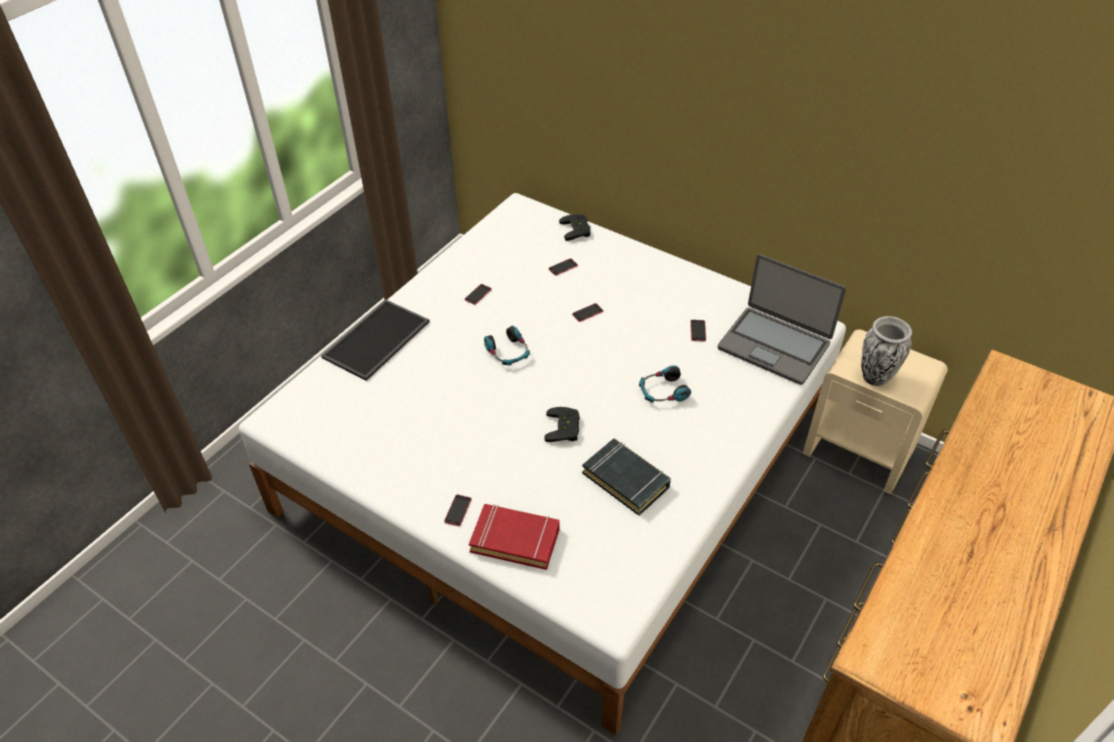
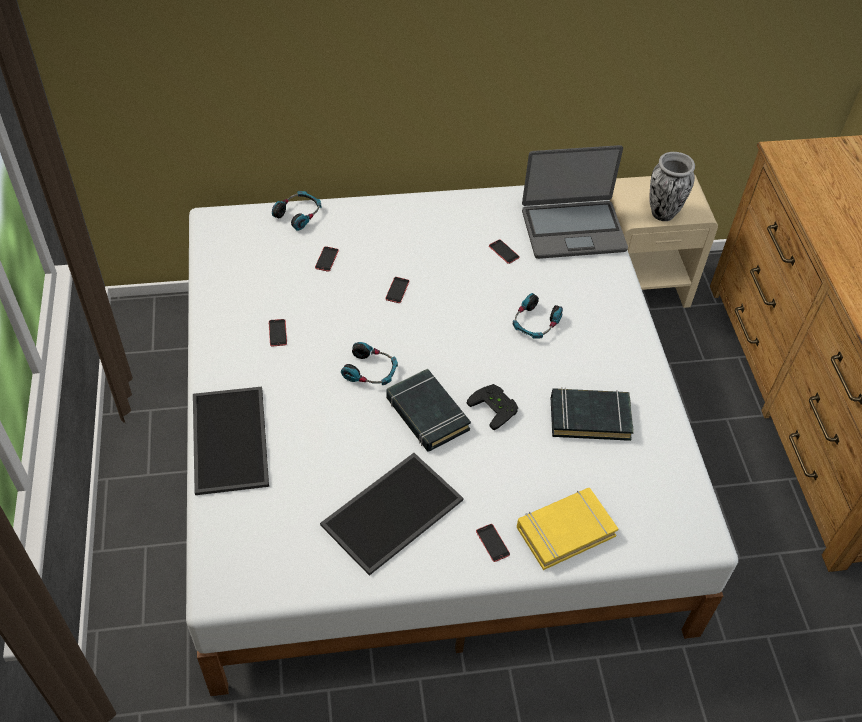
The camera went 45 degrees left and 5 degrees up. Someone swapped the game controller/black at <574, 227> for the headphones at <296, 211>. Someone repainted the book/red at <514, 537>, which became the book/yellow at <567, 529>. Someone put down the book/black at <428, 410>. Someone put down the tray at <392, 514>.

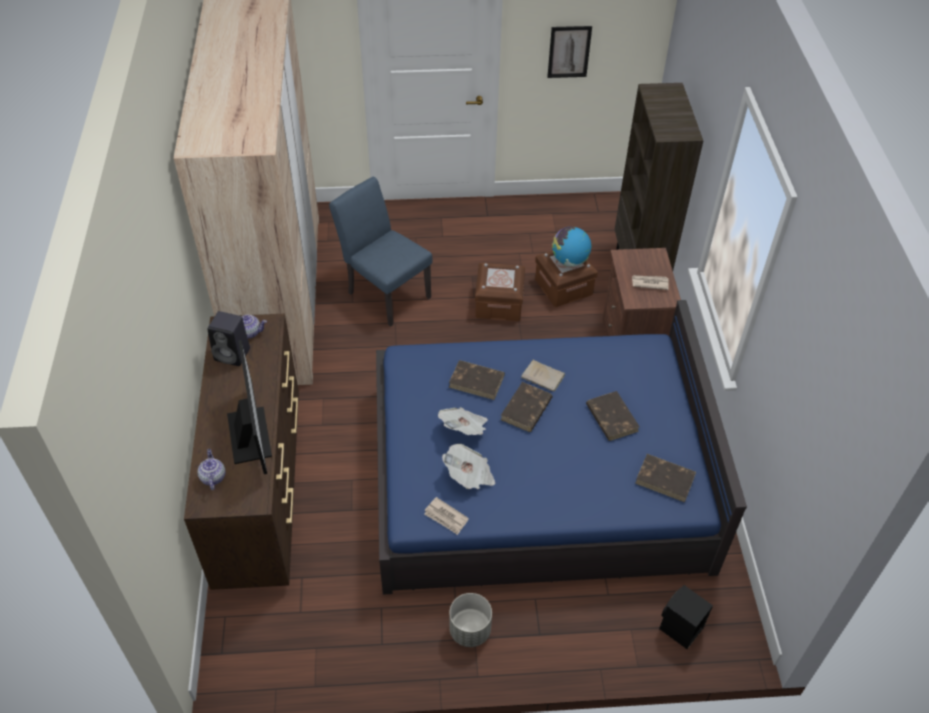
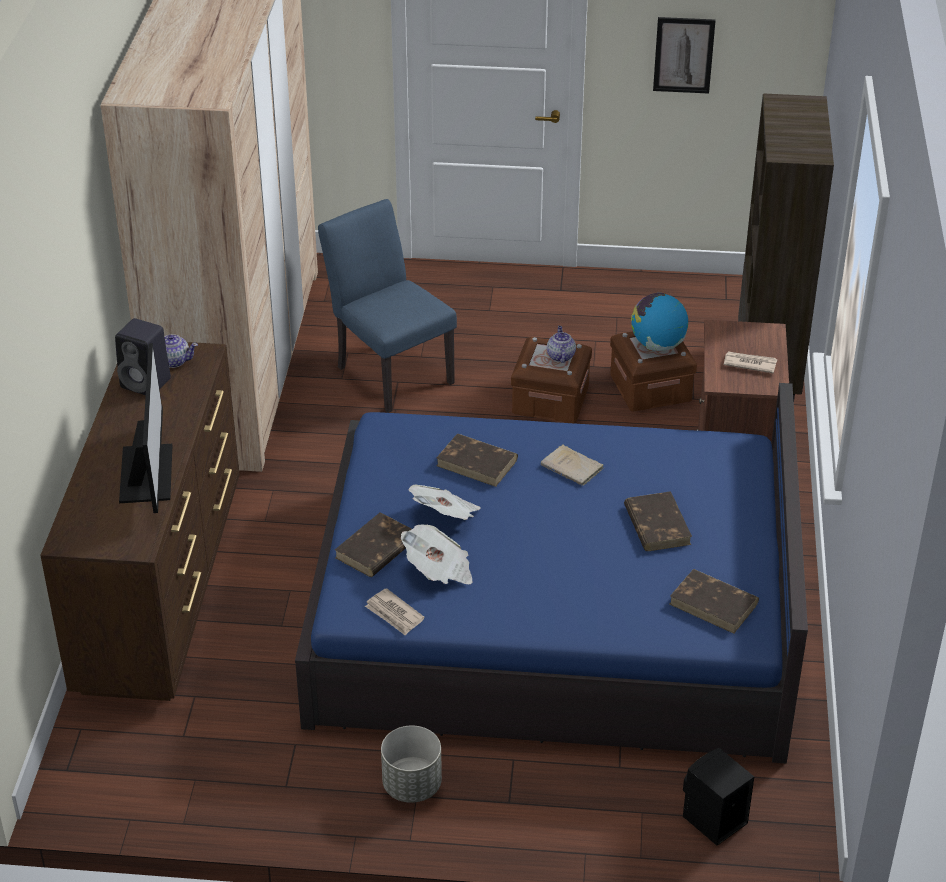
The camera went 10 degrees right and 10 degrees down. Someone carried the book/brown from <527, 407> to <373, 544>. Someone carried the teapot from <211, 469> to <561, 344>.

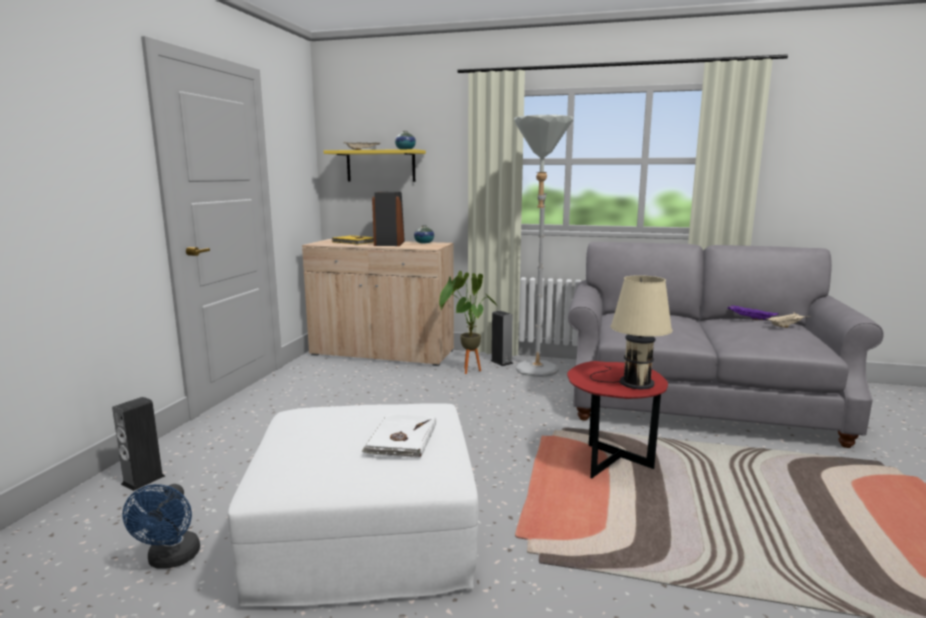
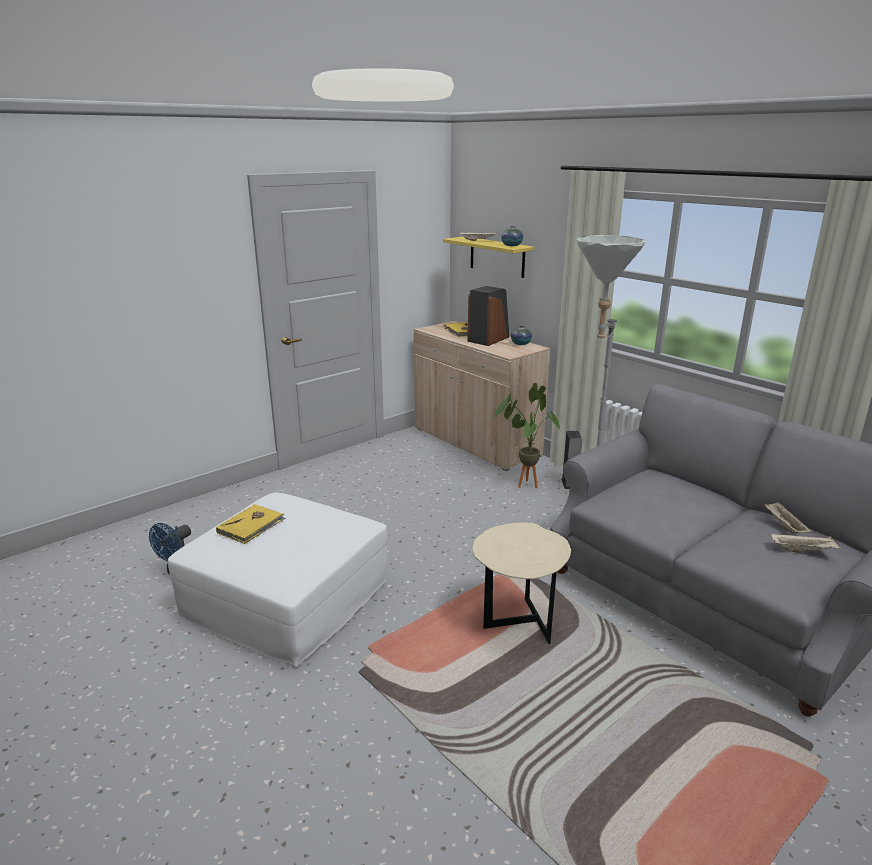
The camera went 35 degrees right and 10 degrees up. Someone took away the table lamp/beige at <631, 332>. Someone repainted the tray/purple at <753, 312>, which became the tray/beige at <788, 518>. Someone repainted the side table/red at <617, 419>, which became the side table/beige at <521, 583>. Someone took away the speaker at <138, 444>. Someone took away the book/white at <398, 436>. Someone put down the book/yellow at <251, 524>.

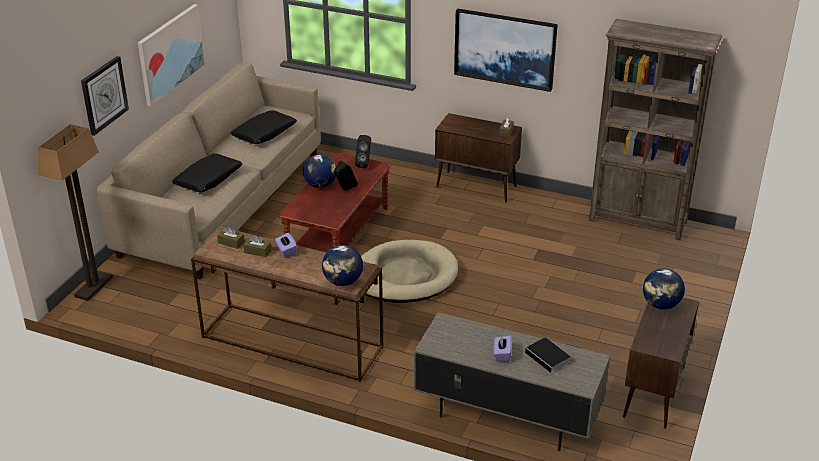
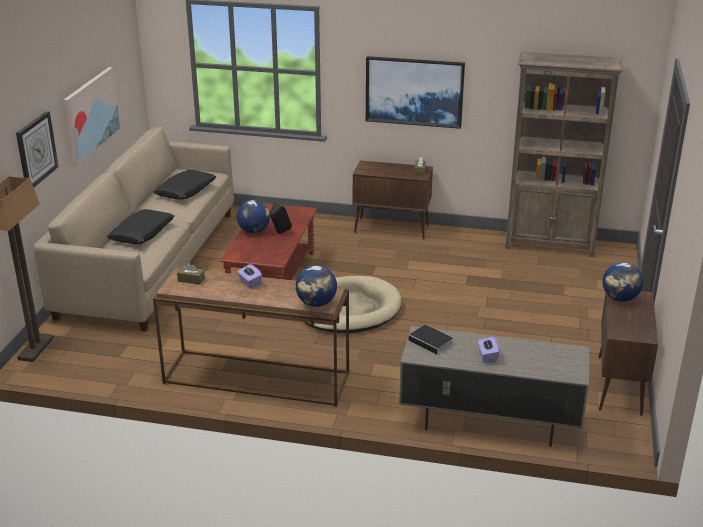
The camera went 10 degrees left and 5 degrees down. Someone took away the speaker/black at <363, 151>. Someone took away the tissue box/brown at <257, 246>. Someone carried the book from <548, 356> to <430, 340>.

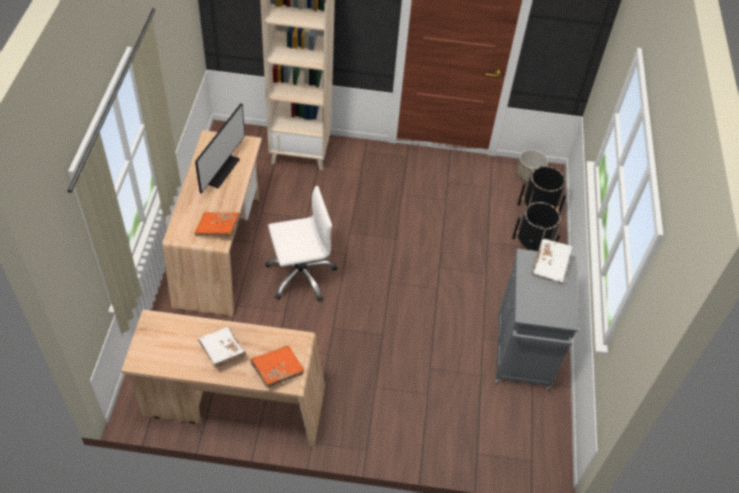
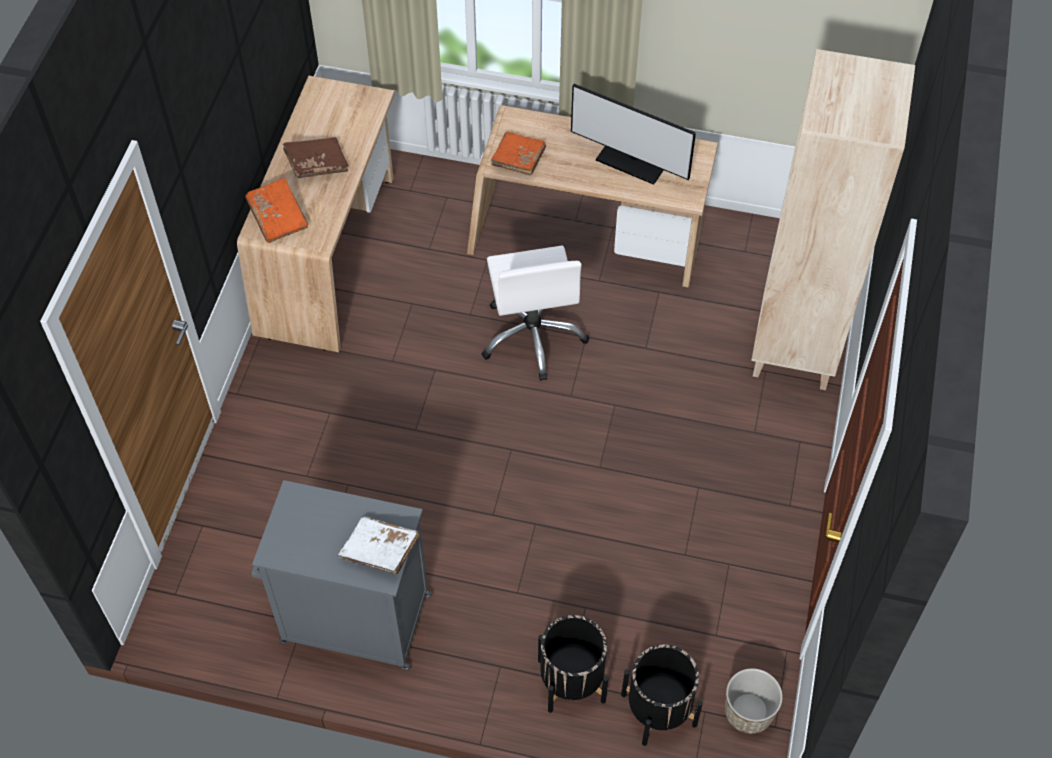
The camera went 100 degrees right and 5 degrees up. Someone repainted the book/white at <222, 347>, which became the book/brown at <315, 157>.

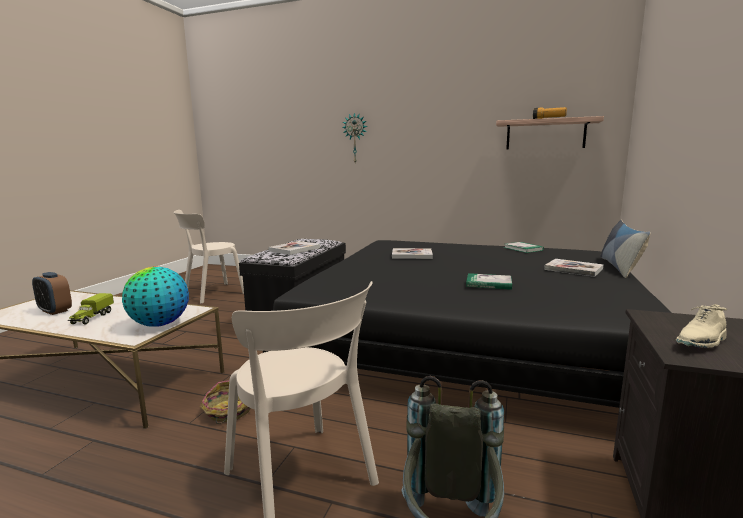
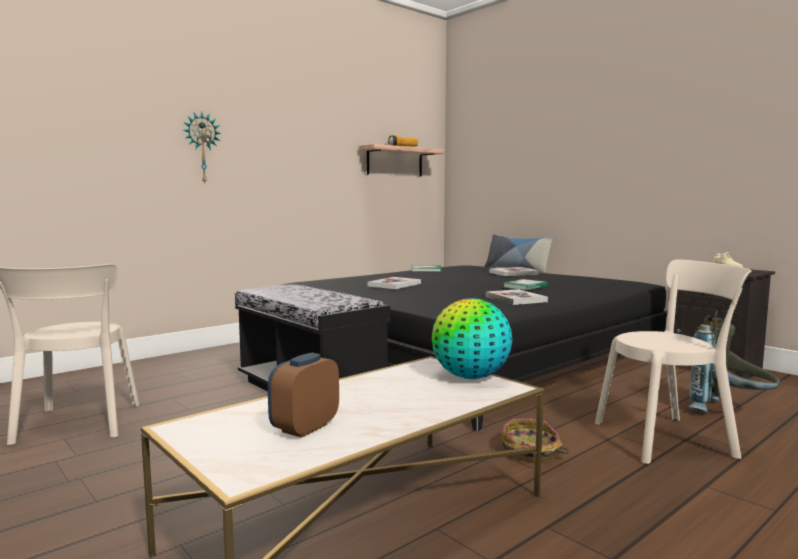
The camera went 60 degrees left and 5 degrees down. Someone carried the book from <294, 248> to <517, 297>. Someone rotated the alarm clock at <52, 293> by 150 degrees clockwise. Someone took away the toy truck at <91, 308>.

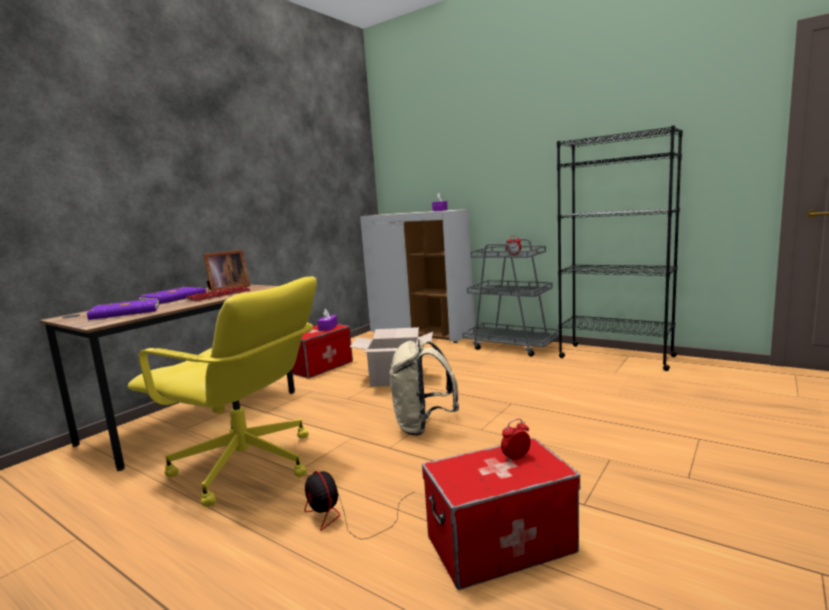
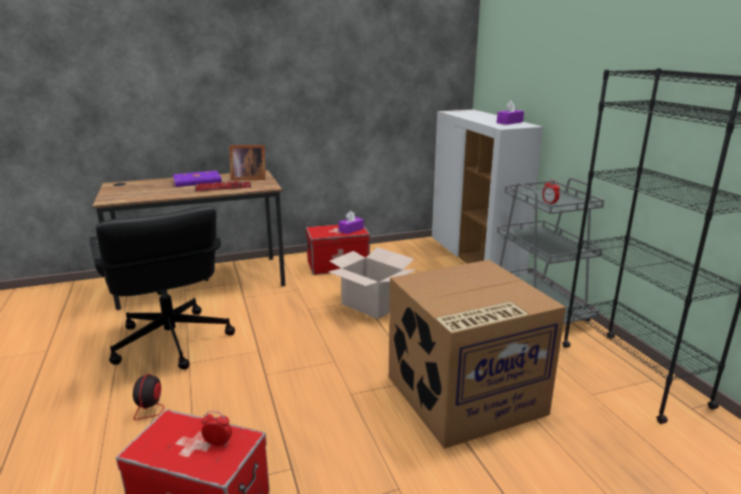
The camera went 35 degrees right and 10 degrees up. Someone repainted the office chair/yellow at <222, 392>, which became the office chair/black at <162, 288>. Someone took away the book/purple at <123, 309>. Someone took away the backpack/beige at <424, 387>. Someone put down the cardboard box at <477, 354>.

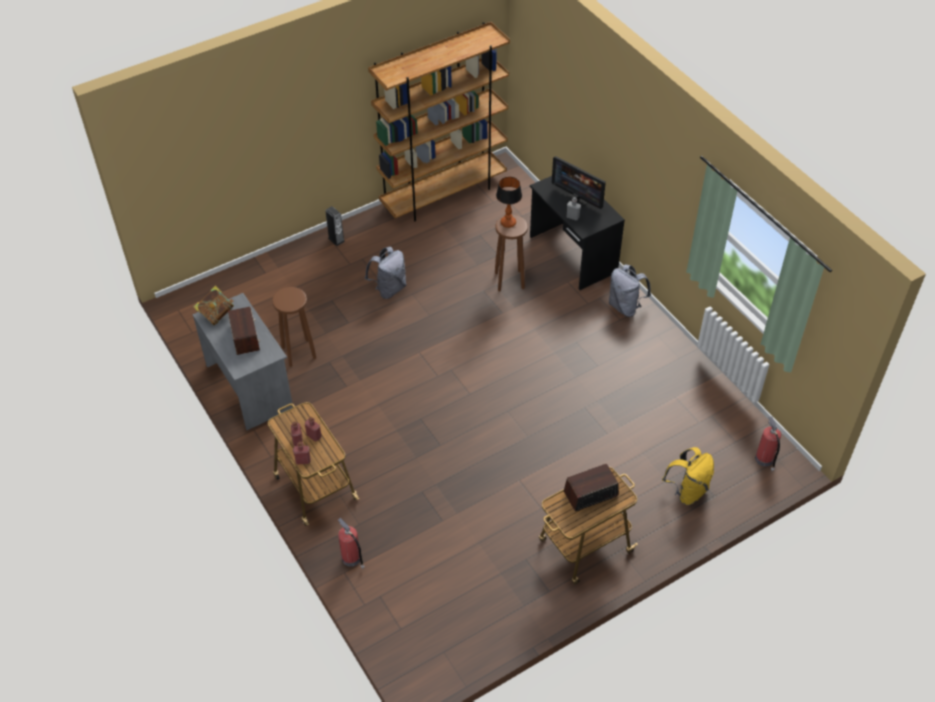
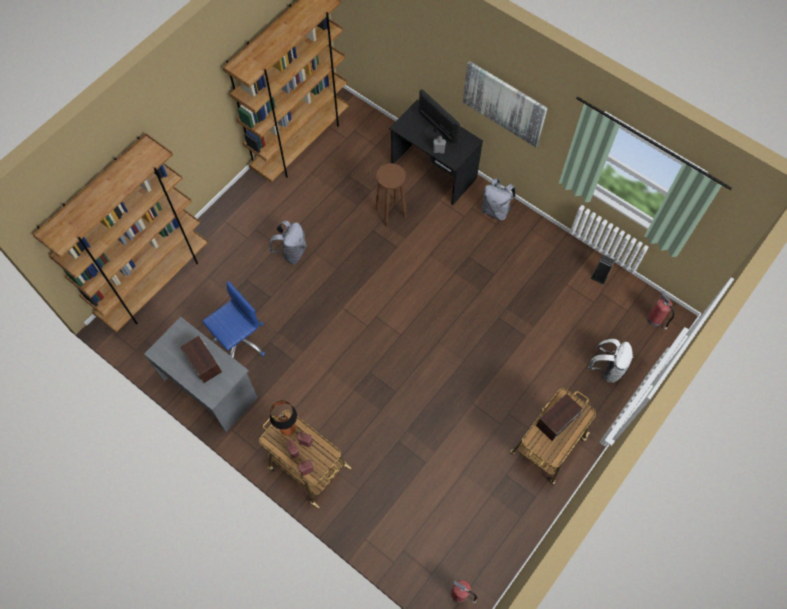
The camera went 20 degrees left and 15 degrees up. Someone rotated the monitor at <579, 182> by 150 degrees counterclockwise. Someone carried the table lamp from <509, 202> to <283, 418>. Someone carried the speaker from <335, 226> to <603, 270>. Someone took away the book at <213, 305>. Someone swapped the stool/brown at <294, 326> for the office chair/blue at <233, 319>. Someone repainted the backpack/yellow at <688, 476>, which became the backpack/white at <610, 361>. Someone carried the fire extinguisher from <351, 543> to <464, 591>. Someone put up the picture at <505, 104>. Someone put down the bookcase/brown at <120, 233>.

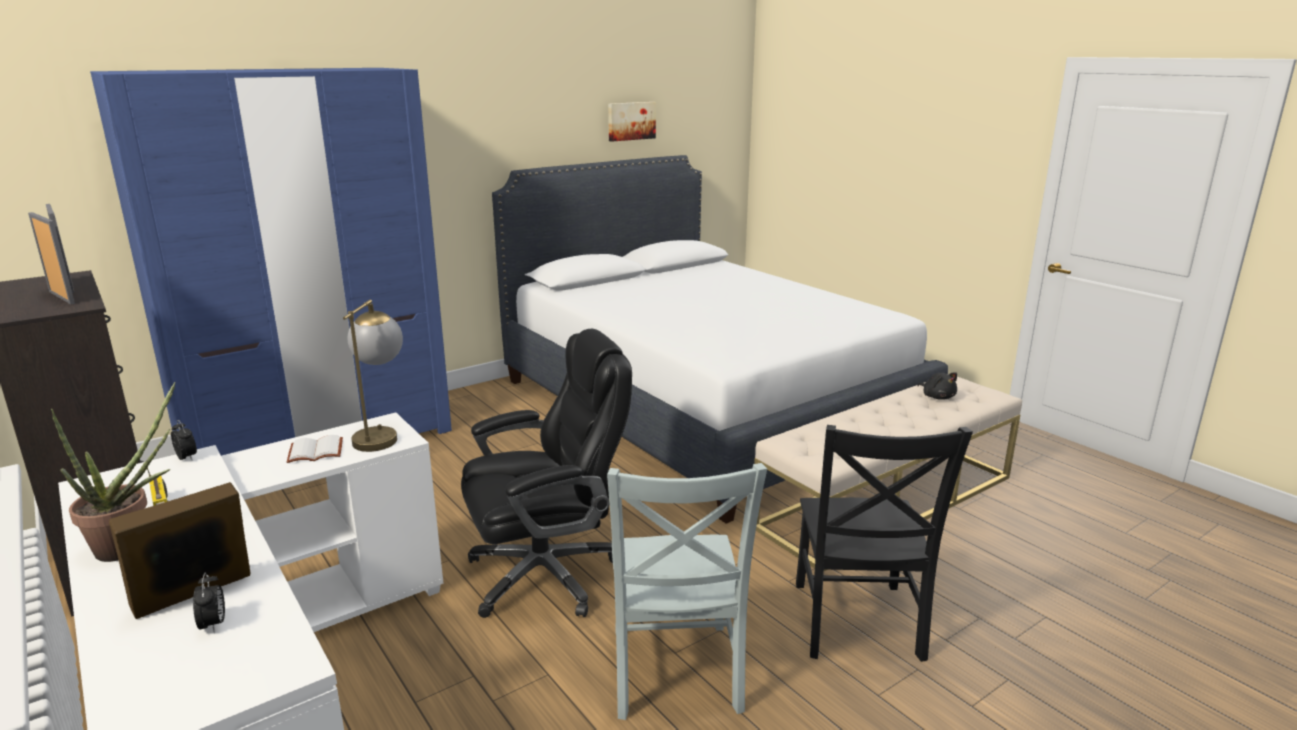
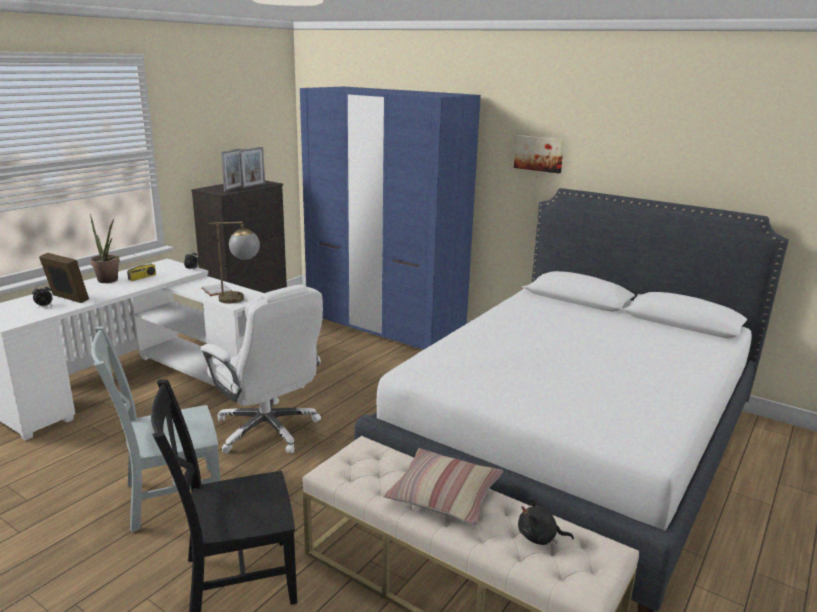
The camera went 70 degrees right and 0 degrees up. Someone carried the picture from <632, 122> to <539, 154>. Someone repainted the office chair/black at <546, 473>, which became the office chair/white at <262, 368>. Someone rotated the plush toy/black at <937, 386> by 60 degrees clockwise. Someone put down the pillow at <443, 486>.

